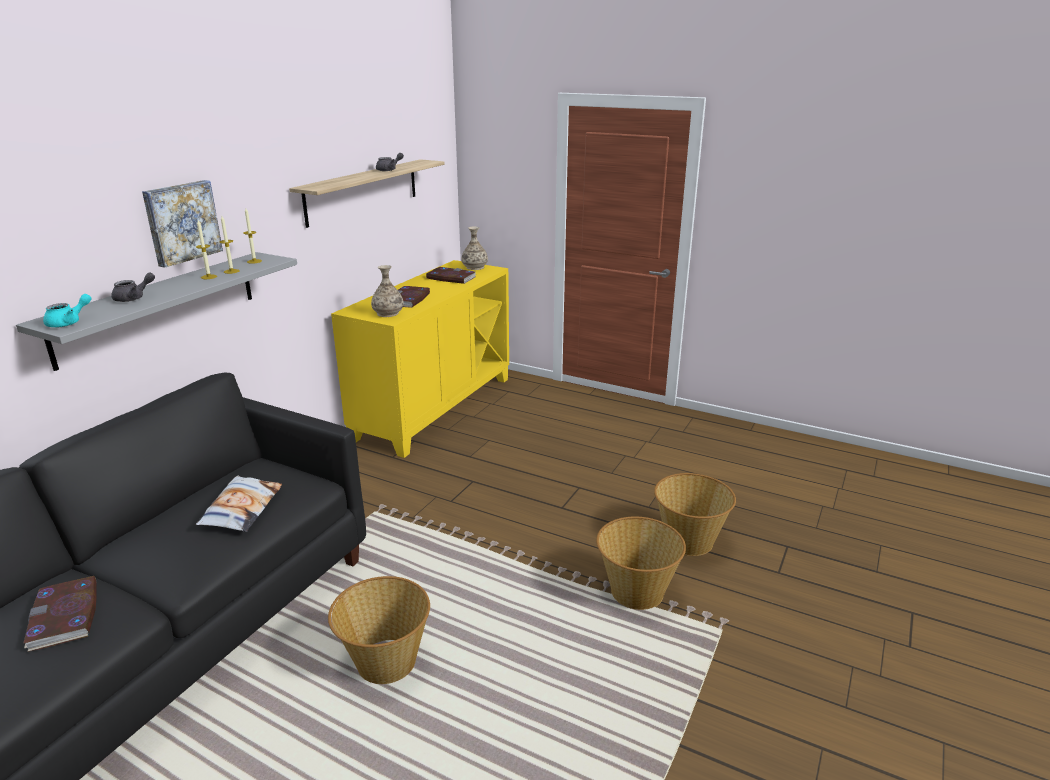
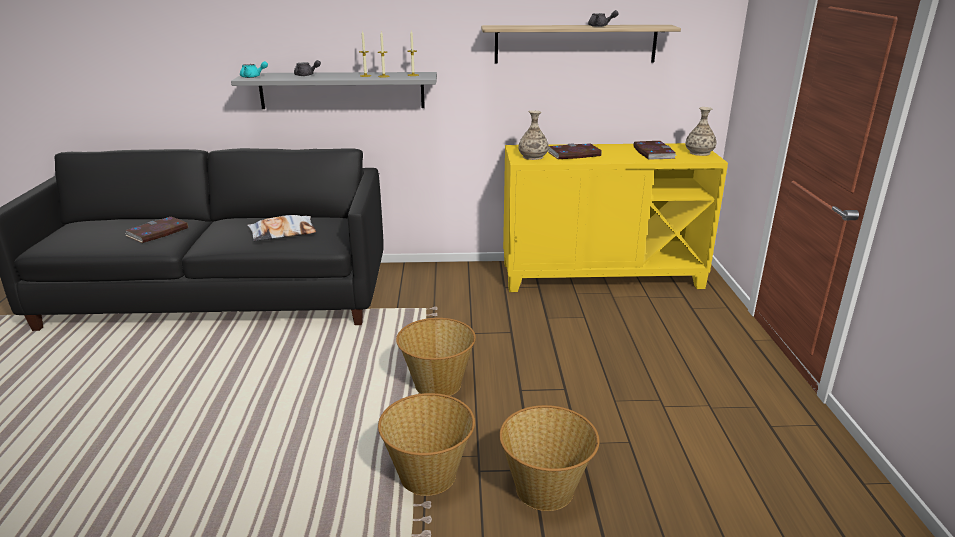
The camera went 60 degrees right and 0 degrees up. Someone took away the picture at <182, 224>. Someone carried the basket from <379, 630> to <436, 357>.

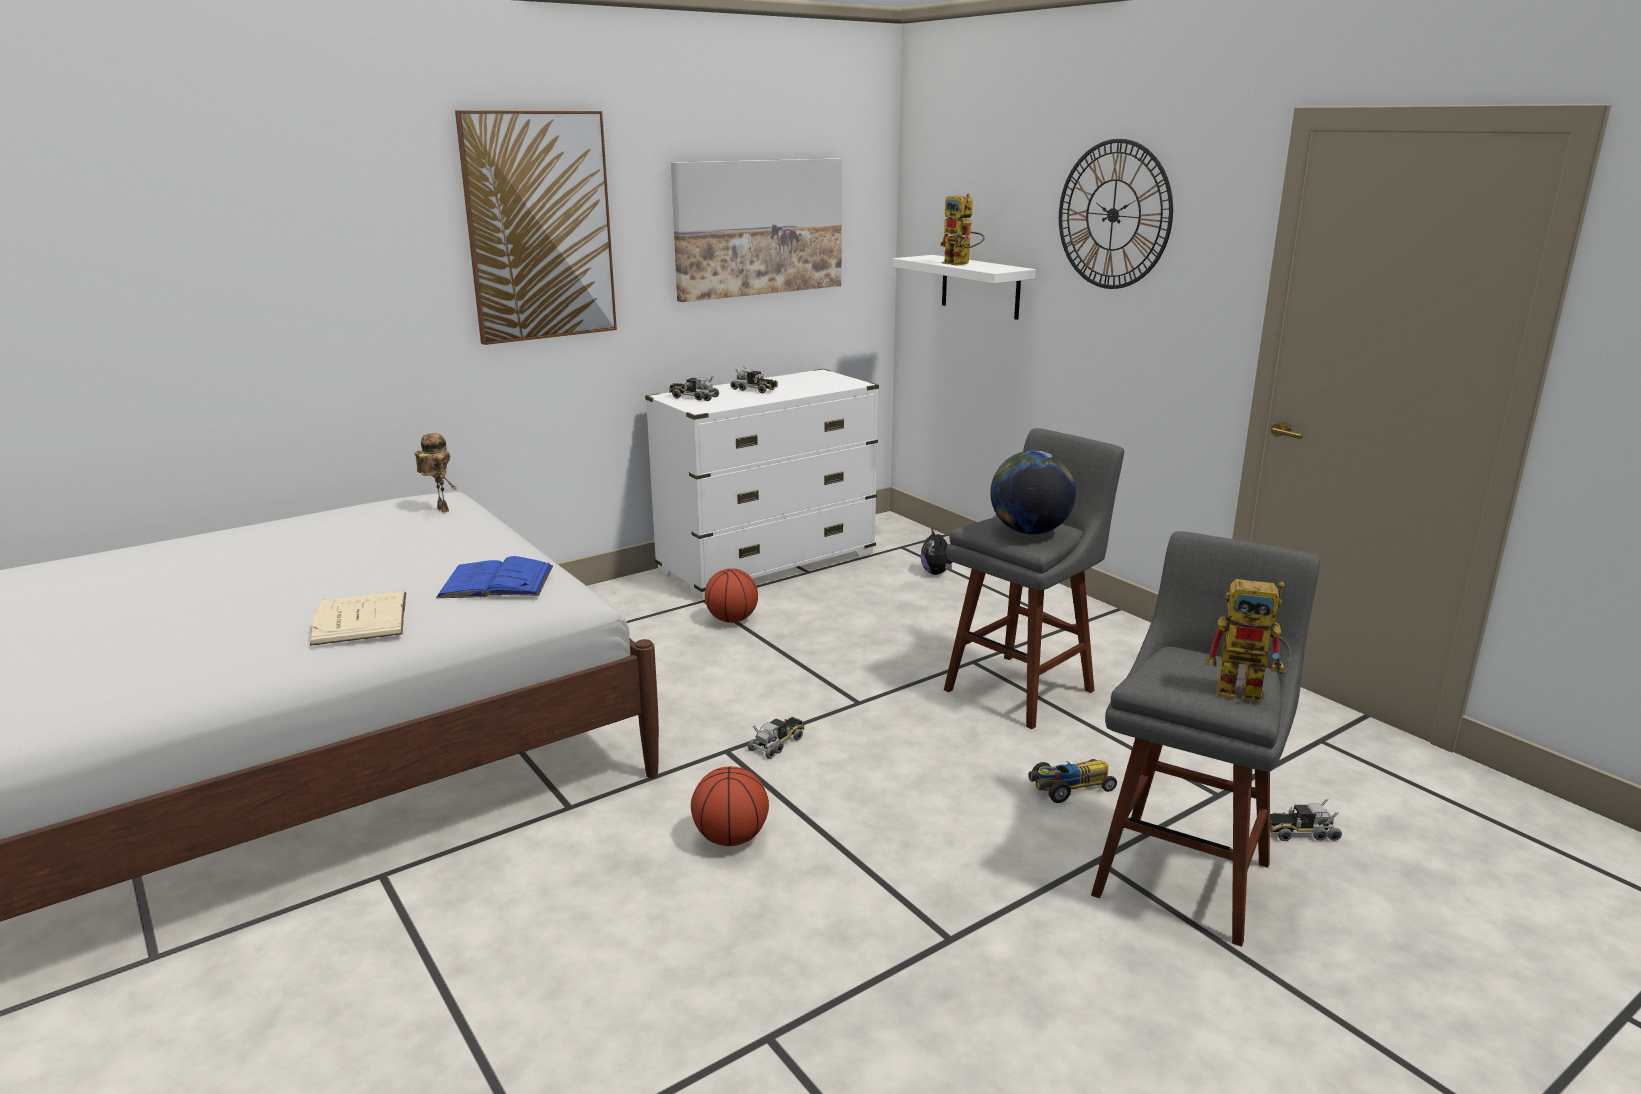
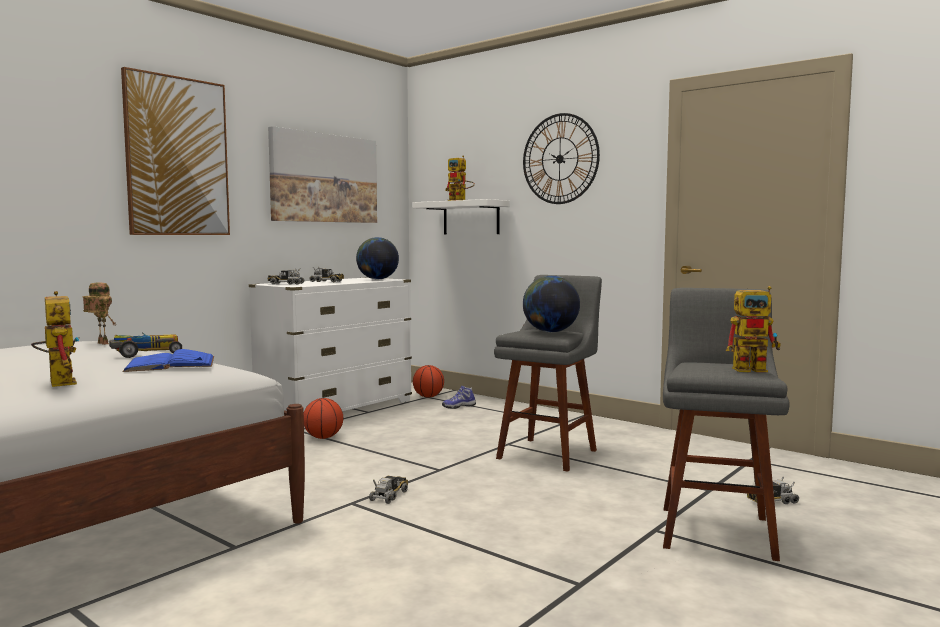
The camera went 15 degrees left and 15 degrees down. Someone swapped the plush toy at <937, 551> for the shoe at <459, 397>. Someone swapped the book/beige at <358, 618> for the toy robot at <55, 339>. Someone carried the toy car from <1072, 781> to <145, 345>. Someone carried the basketball from <730, 806> to <428, 381>. Someone put down the globe at <377, 258>.

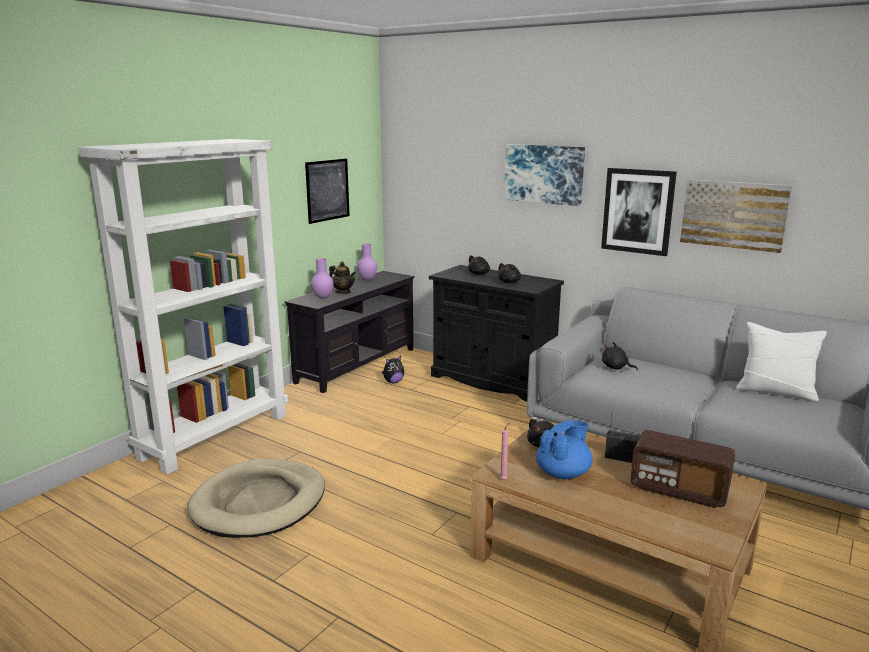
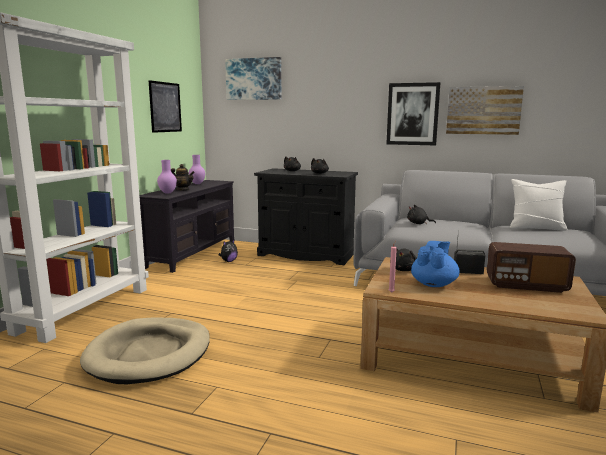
The camera went 15 degrees left and 5 degrees down. Someone carried the picture from <544, 175> to <253, 78>.

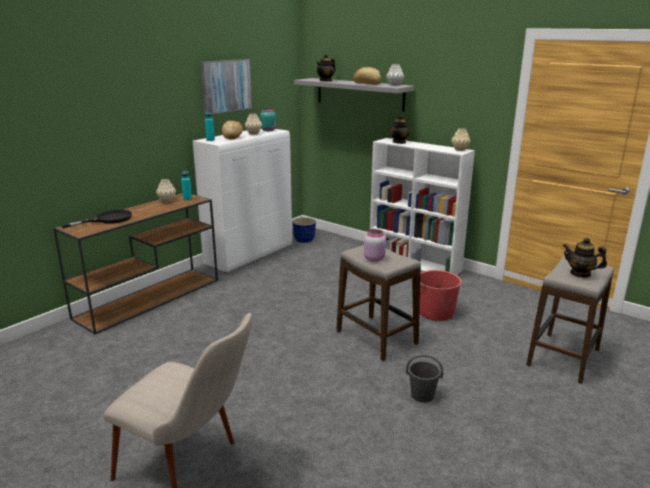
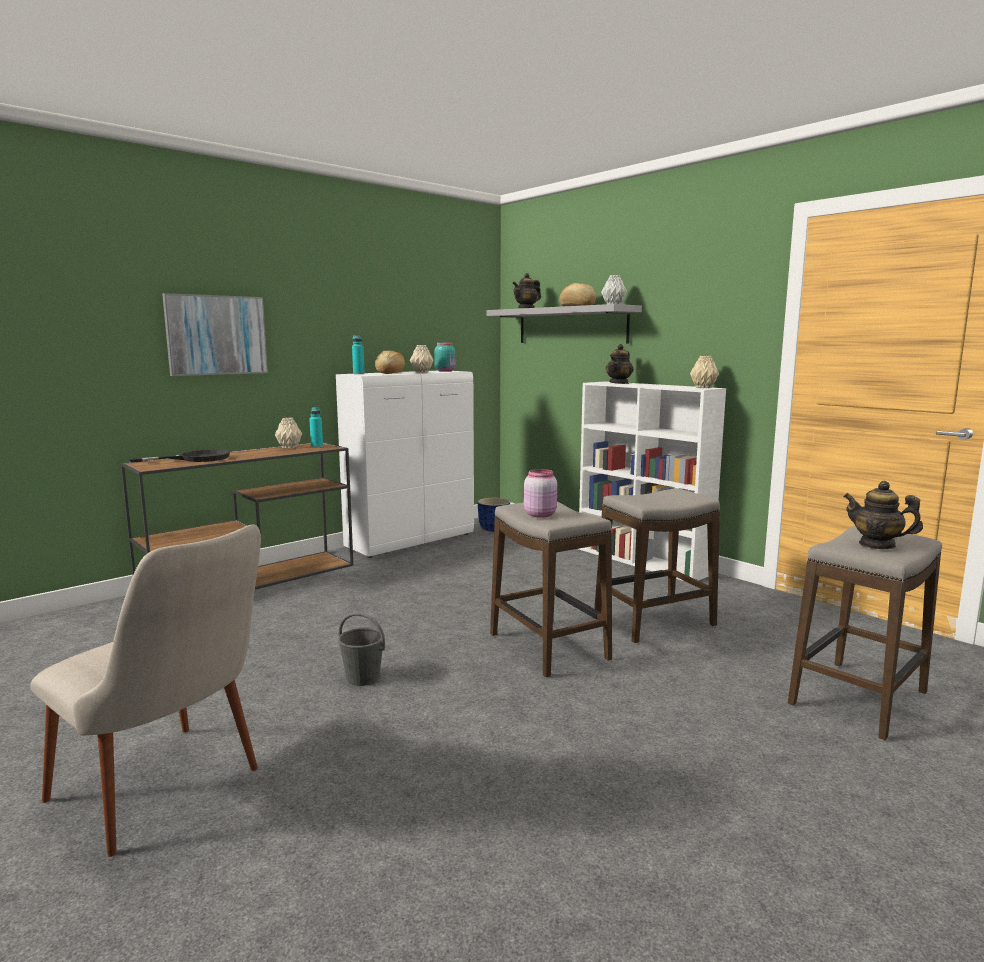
The camera went 10 degrees right and 10 degrees down. Someone carried the picture from <226, 87> to <215, 334>. Someone swapped the bucket/red at <441, 295> for the stool at <657, 565>. Someone carried the bucket/grey from <424, 378> to <361, 649>.

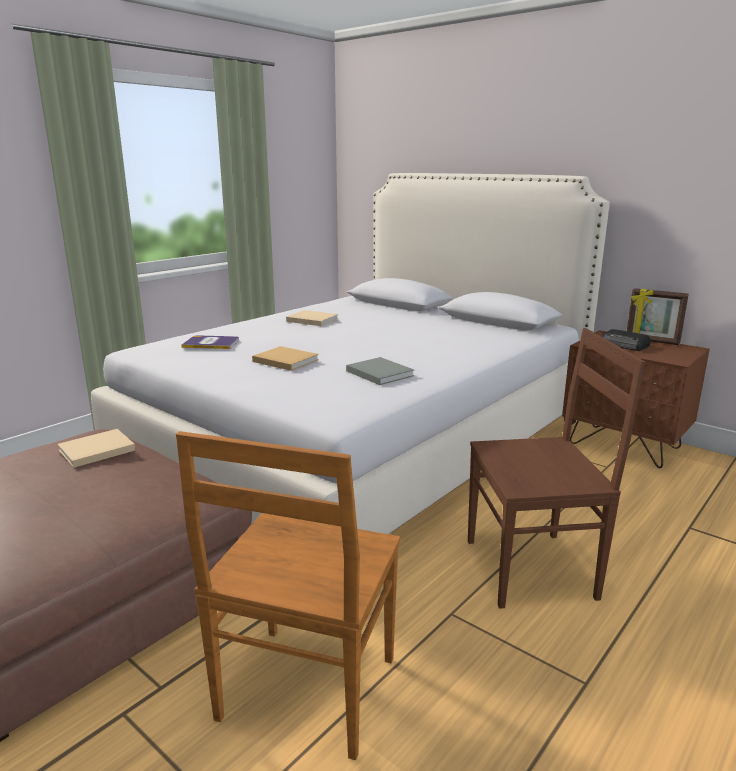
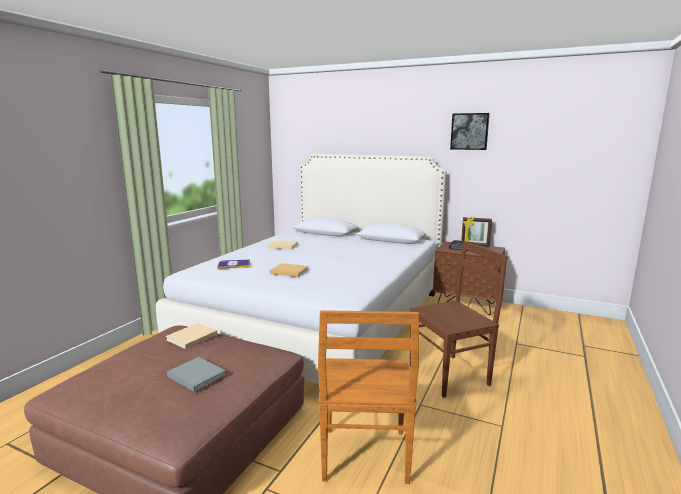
The camera went 15 degrees left and 5 degrees down. Someone carried the book/grey from <380, 371> to <196, 374>. Someone put up the picture at <470, 131>.

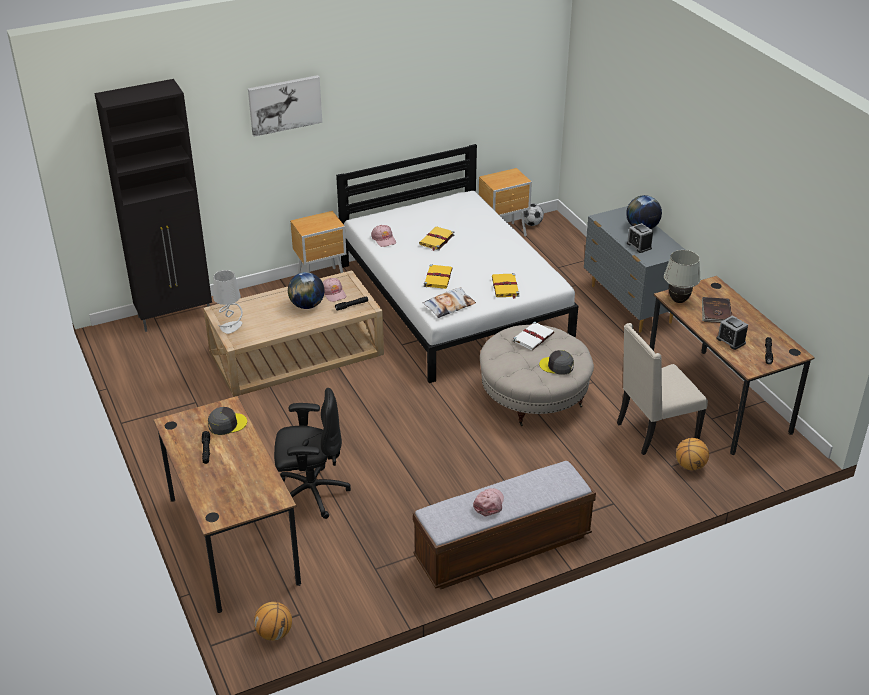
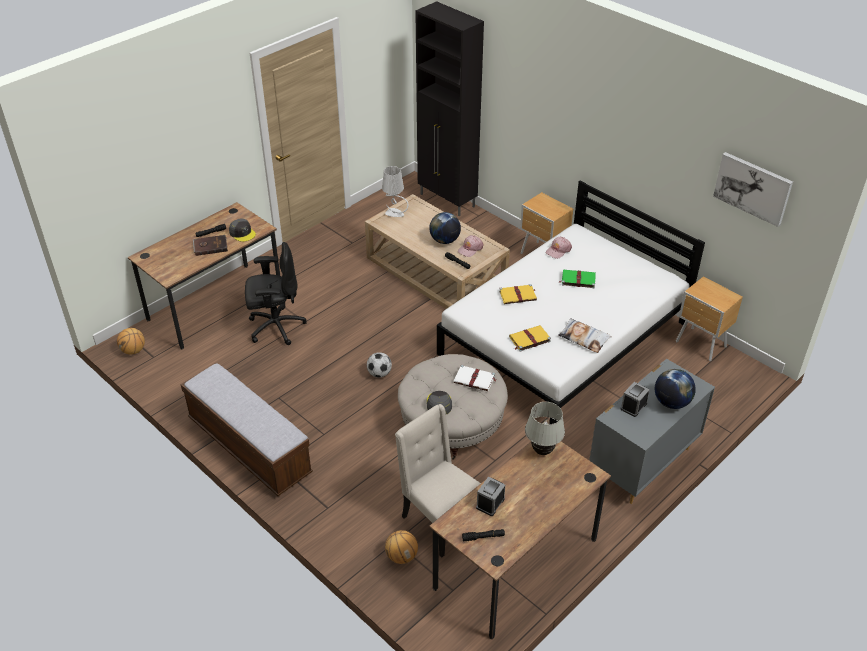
The camera went 70 degrees right and 5 degrees up. Someone carried the picture from <285, 106> to <753, 189>. Someone carried the football from <533, 214> to <379, 365>. Someone repainted the book/yellow at <436, 239>, which became the book/green at <577, 278>. Someone carried the pillow from <449, 302> to <585, 336>. Someone carried the book/brown from <717, 310> to <210, 245>. Someone rotated the office chair/black at <312, 453> by 75 degrees counterclockwise. Someone took away the cap/pink at <488, 502>.

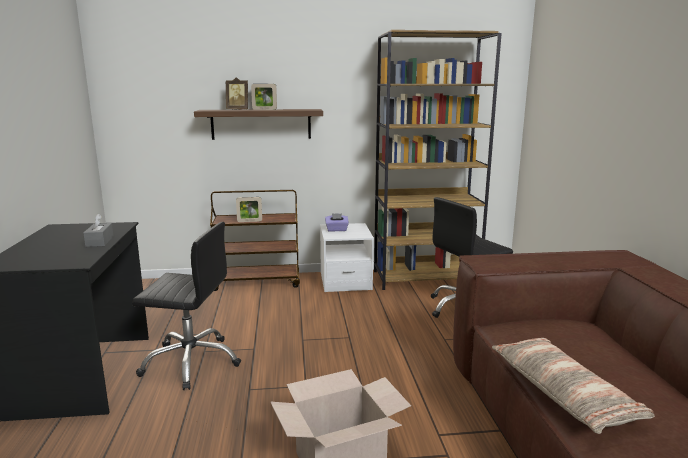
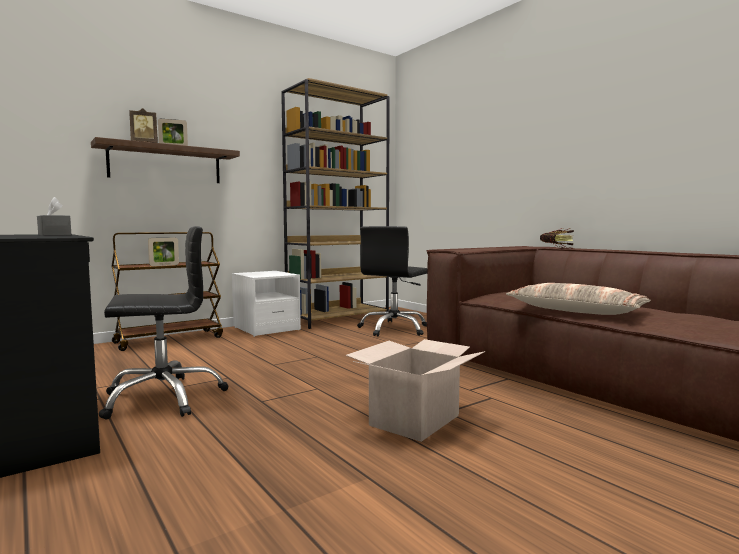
The camera went 30 degrees left and 10 degrees down. Someone took away the tissue box/purple at <337, 222>. Someone put down the book at <557, 238>.

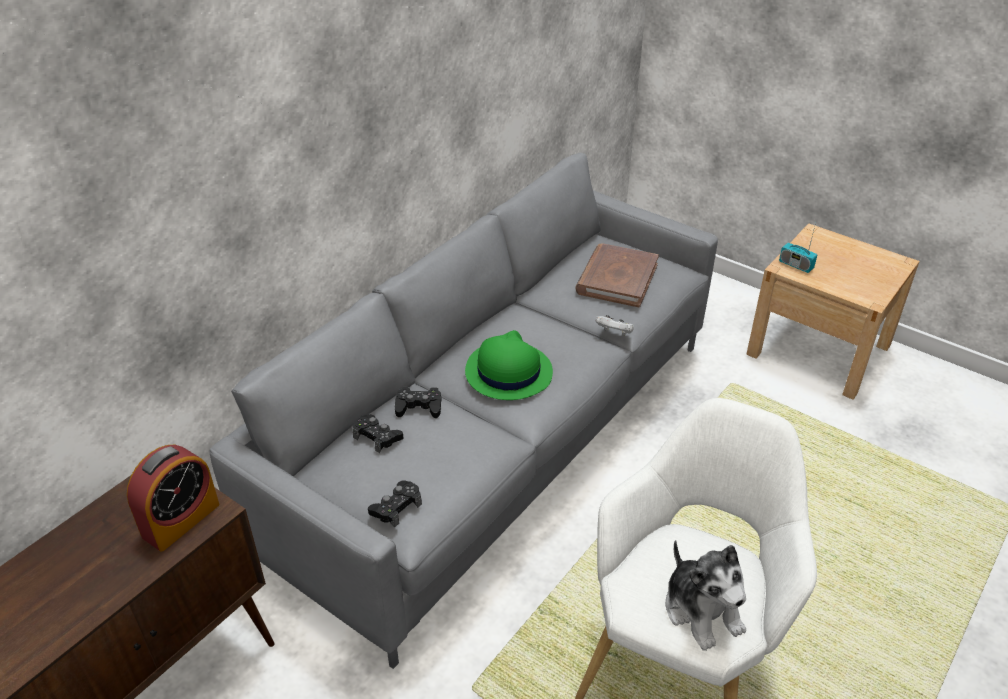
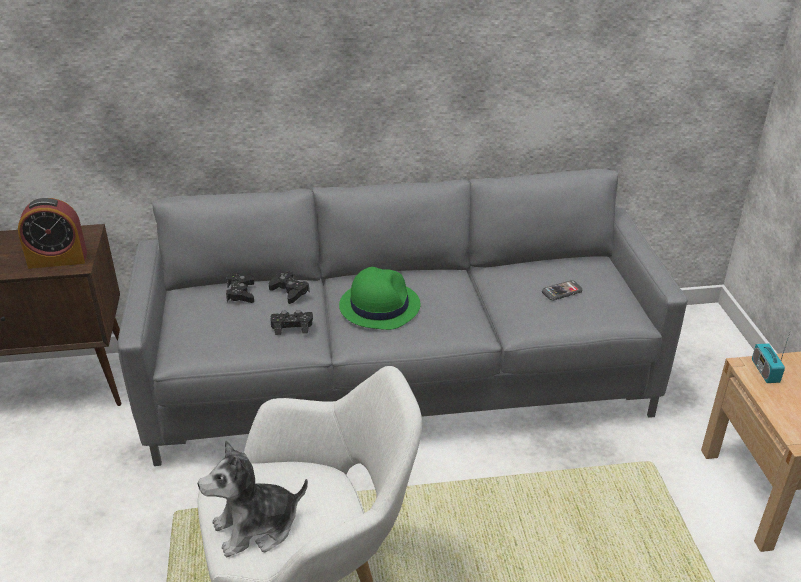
The camera went 45 degrees right and 5 degrees down. Someone swapped the book/brown at <617, 275> for the phone at <562, 290>. Someone took away the game controller/white at <615, 325>. Someone carried the game controller/black from <395, 504> to <291, 322>. Someone rotated the plush toy at <705, 595> by 45 degrees clockwise.

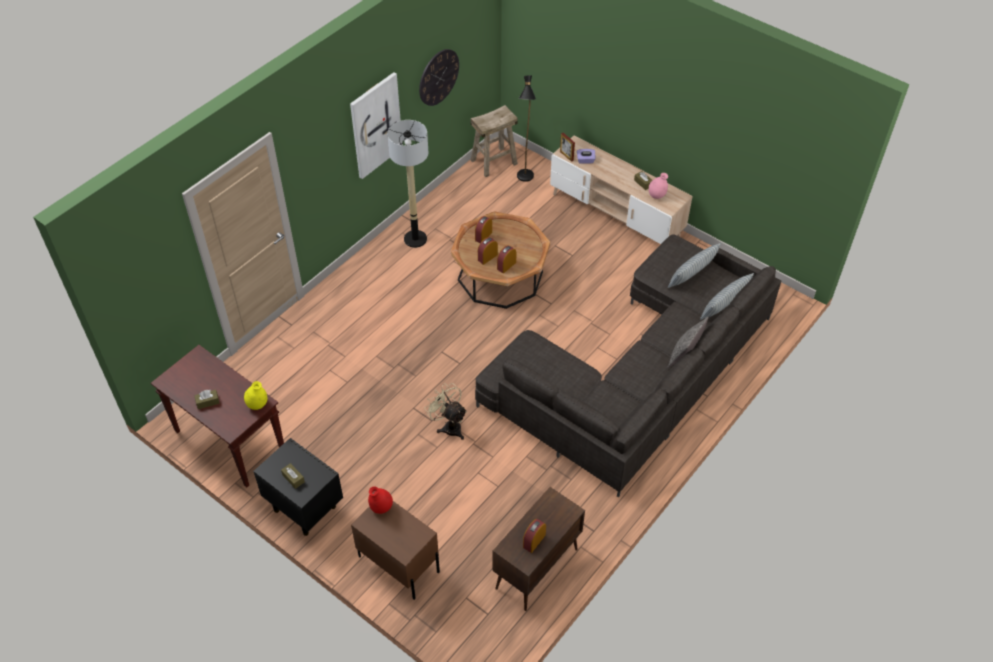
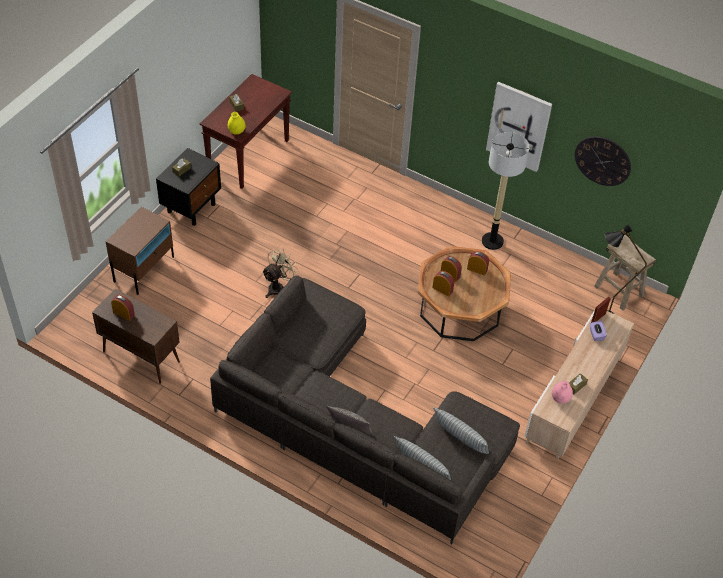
The camera went 80 degrees right and 0 degrees up. Someone took away the vase/red at <380, 500>.

